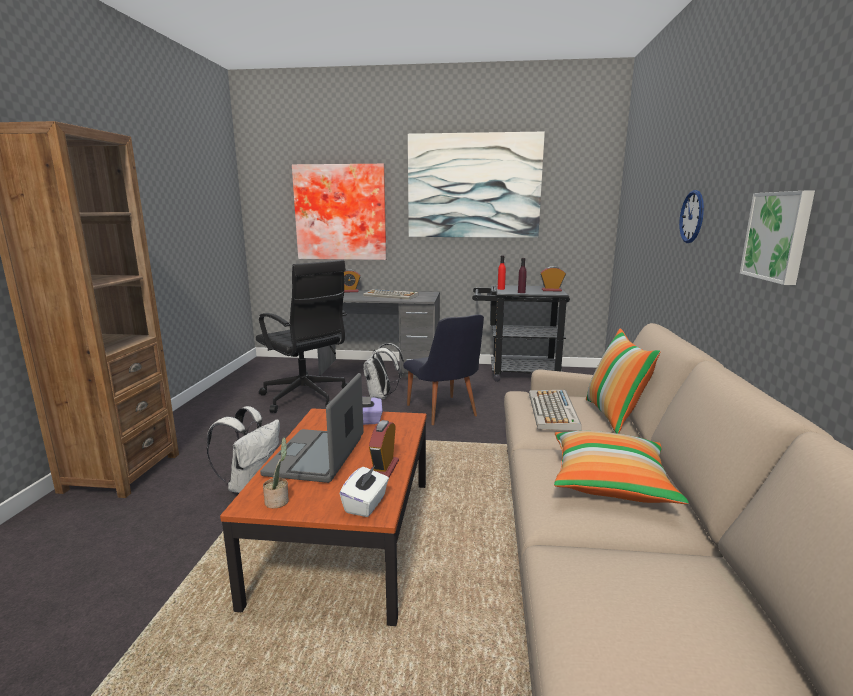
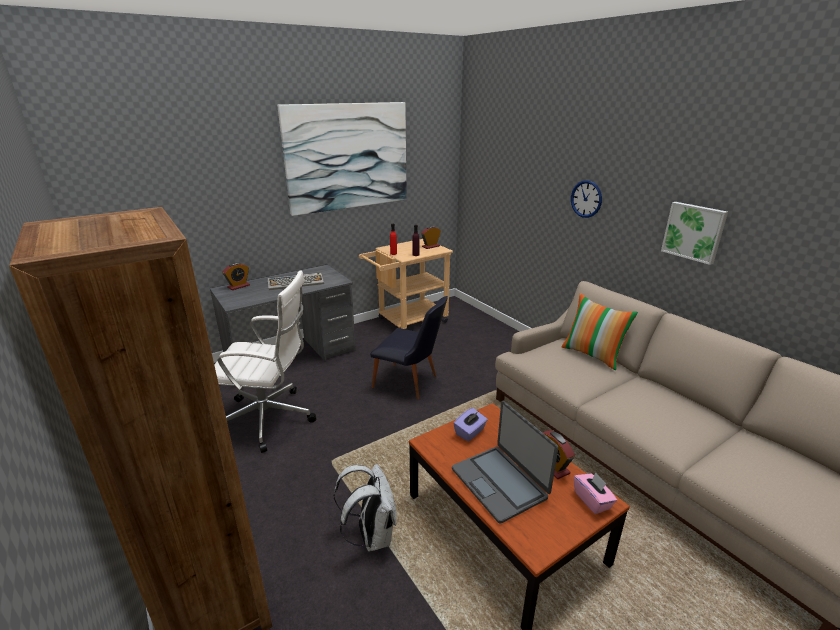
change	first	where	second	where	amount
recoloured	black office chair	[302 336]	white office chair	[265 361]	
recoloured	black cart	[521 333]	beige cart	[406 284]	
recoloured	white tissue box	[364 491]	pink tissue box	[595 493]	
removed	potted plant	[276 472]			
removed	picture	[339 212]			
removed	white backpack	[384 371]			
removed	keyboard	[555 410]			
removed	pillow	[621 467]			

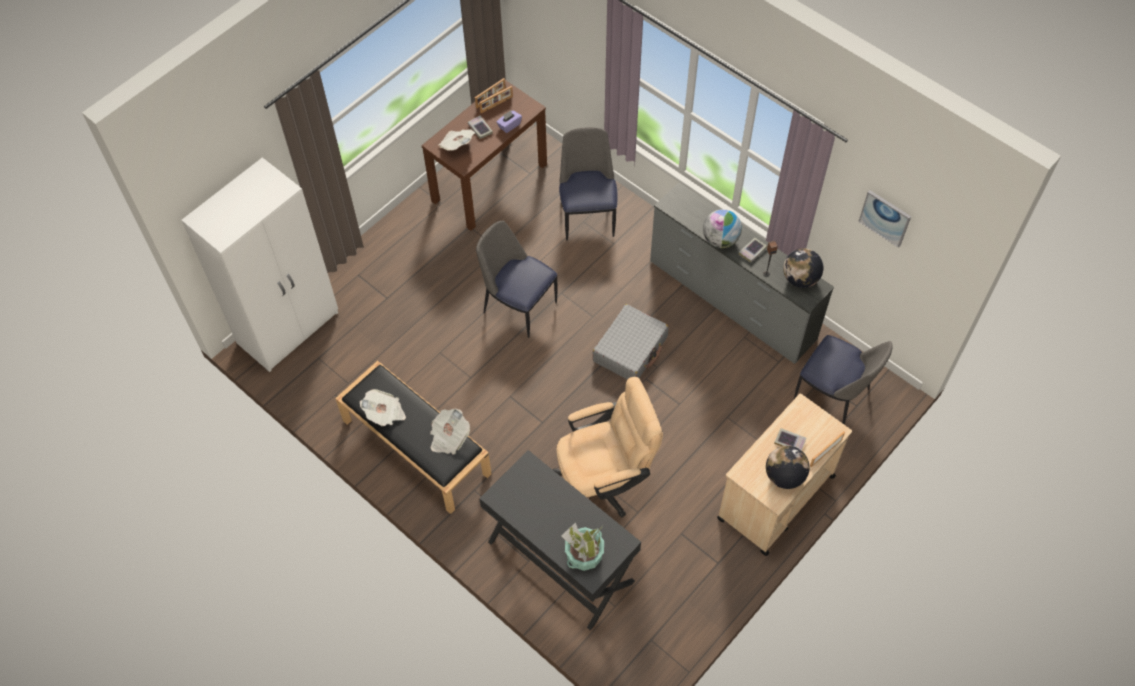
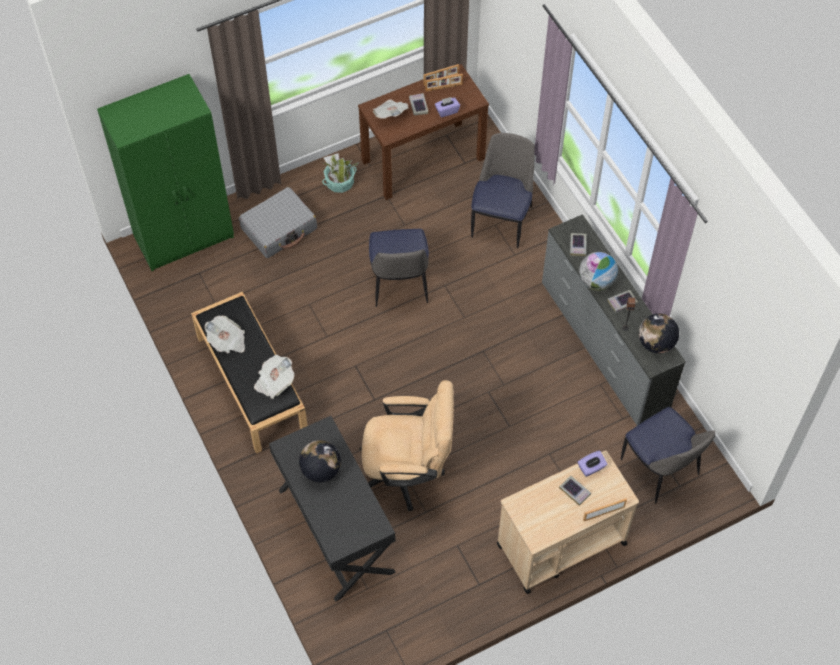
change	first	where	second	where	amount
recoloured	white wardrobe	[259 264]	green wardrobe	[165 172]	
moved	grey suitcase	[631 342]		[278 222]	
moved	globe	[788 467]		[320 461]	
moved	potted plant	[582 546]		[340 173]	
turned	chair	[517 279]		[399 268]	150 degrees counterclockwise
added			book	[578 244]	
added			purple tissue box	[592 463]	
removed	picture	[884 219]			

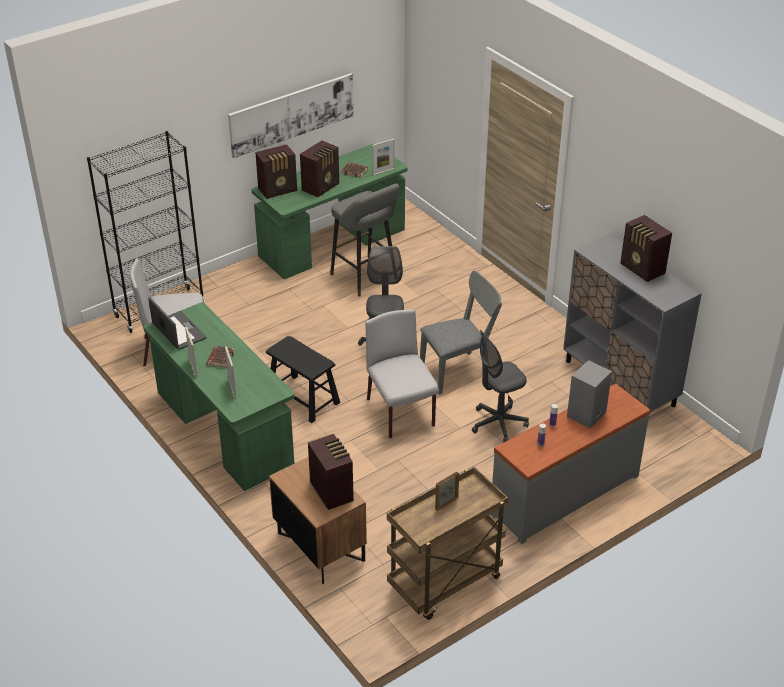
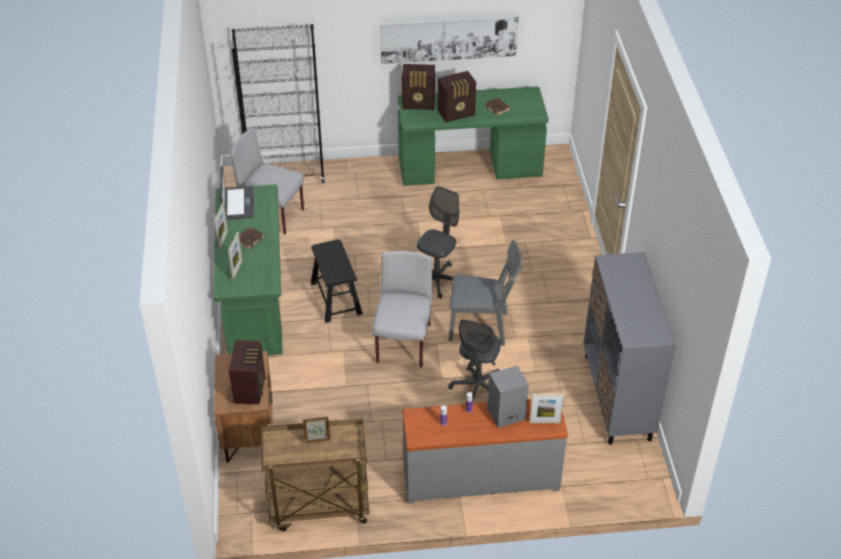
change	first	where	second	where	amount
turned	grey office chair	[500 386]		[474 359]	75 degrees counterclockwise
moved	picture frame	[383 157]		[546 408]	
removed	grey stool	[365 240]			
removed	radio	[646 248]			

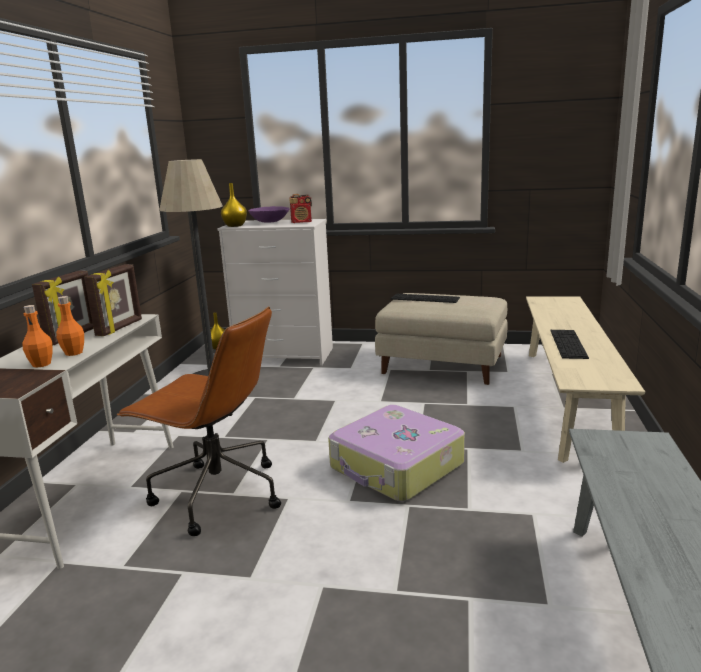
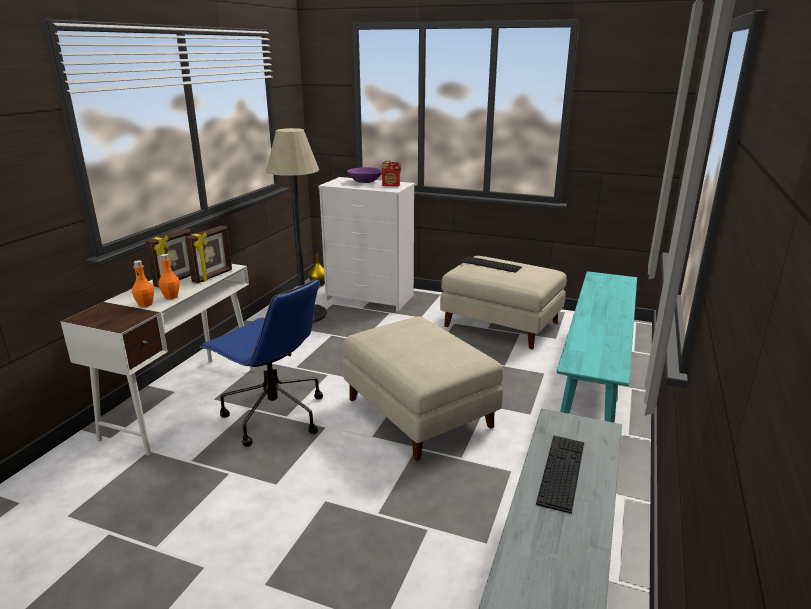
change	first	where	second	where	amount
recoloured	brown office chair	[199 421]	blue office chair	[261 362]	
replaced	suitcase	[396 453]	beige ottoman	[423 389]	
moved	keyboard	[570 344]		[560 475]	
recoloured	beige bench	[585 379]	turquoise bench	[597 347]	
removed	yellow vase	[234 205]			

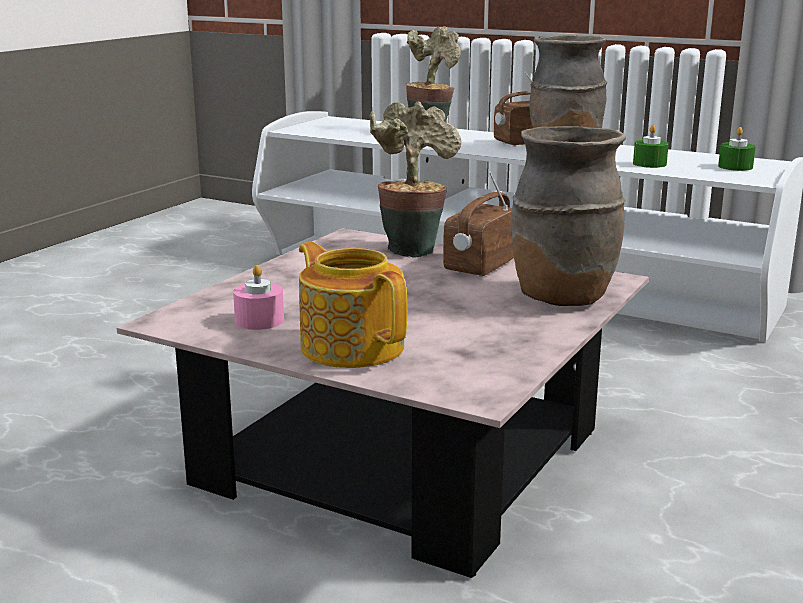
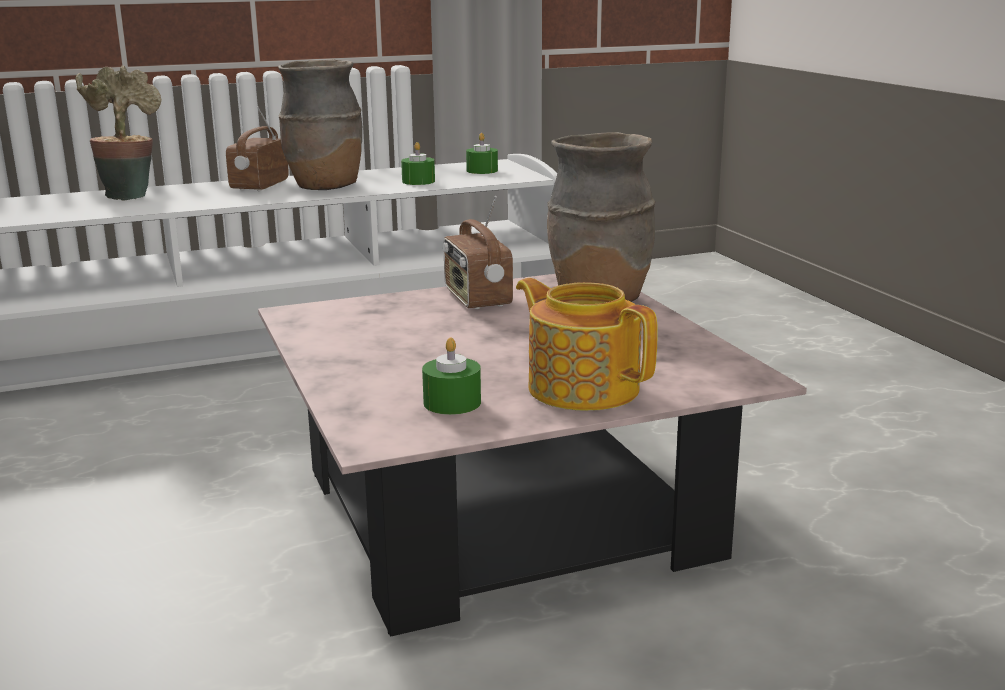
change	first	where	second	where	amount
recoloured	pink candle	[258 297]	green candle	[451 376]	
turned	teapot	[353 305]		[586 344]	45 degrees clockwise
removed	potted plant	[416 179]			

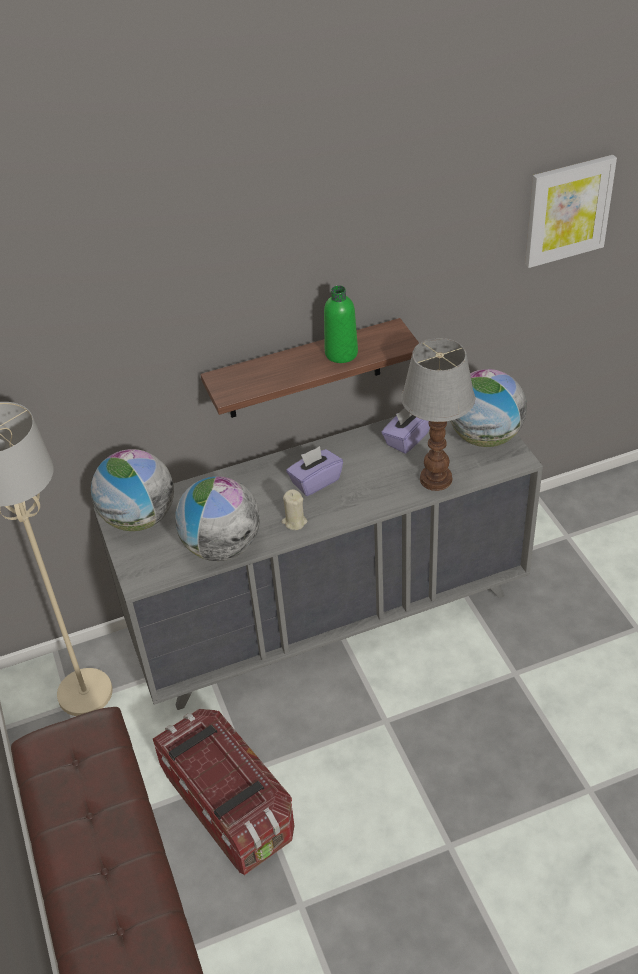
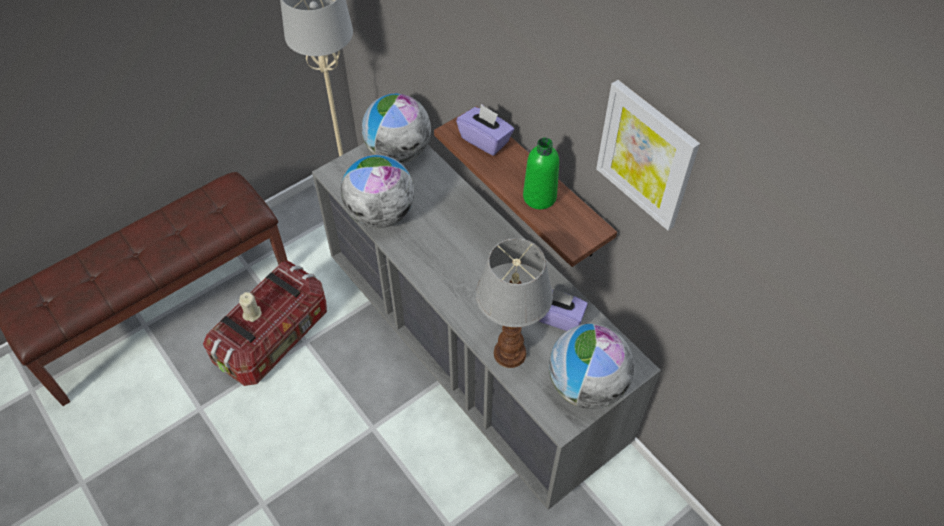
change	first	where	second	where	amount
moved	beige candle	[295 509]		[250 307]	
moved	purple tissue box	[314 471]		[485 130]	
moved	picture	[571 211]		[648 155]	

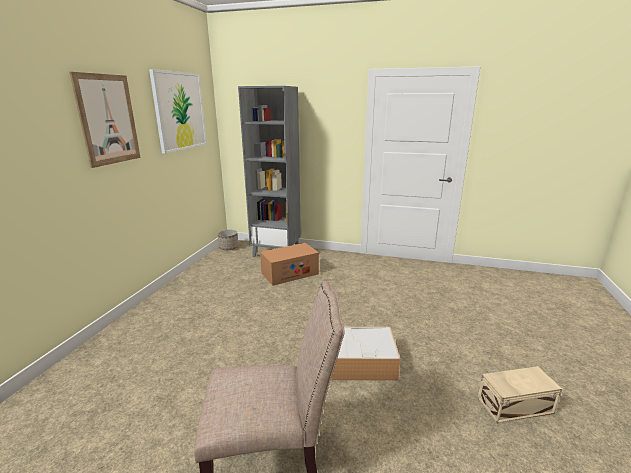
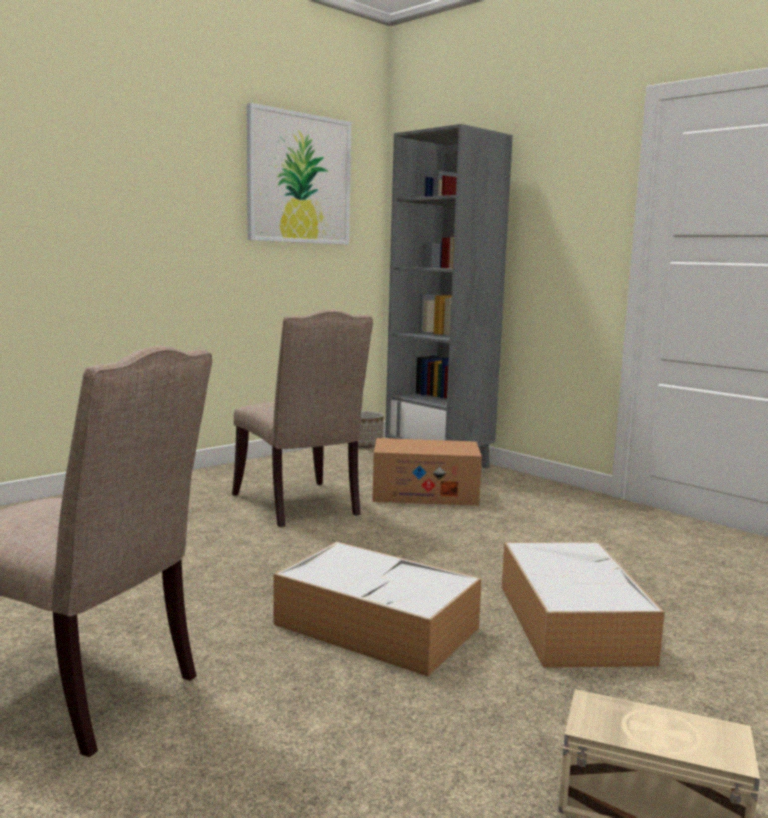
change	first	where	second	where	amount
added			beige chair	[302 418]	
added			storage box	[583 605]	
removed	picture	[105 120]			

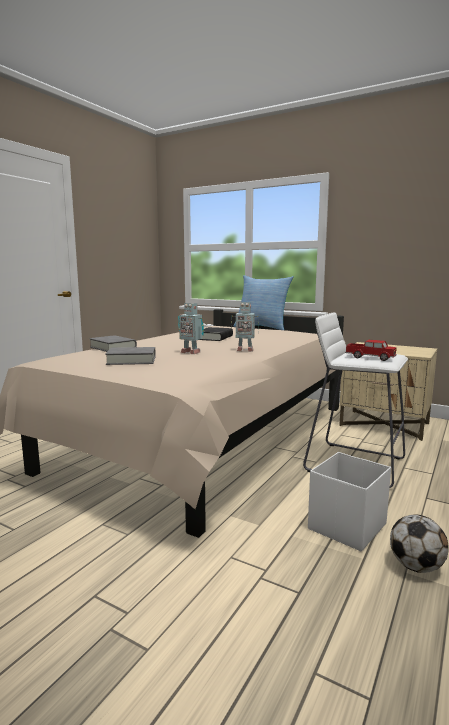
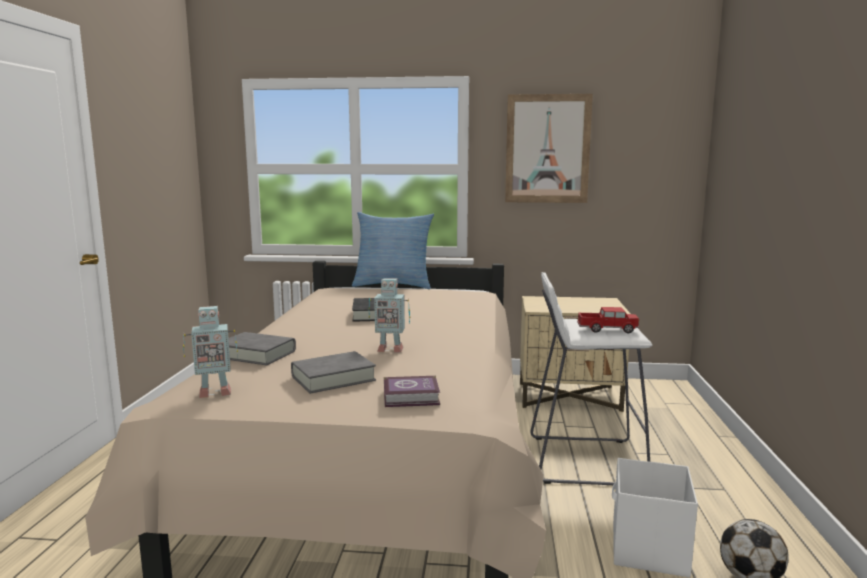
change	first	where	second	where	amount
moved	toy robot	[245 327]		[210 352]	
added			book	[412 391]	
added			picture	[549 148]	

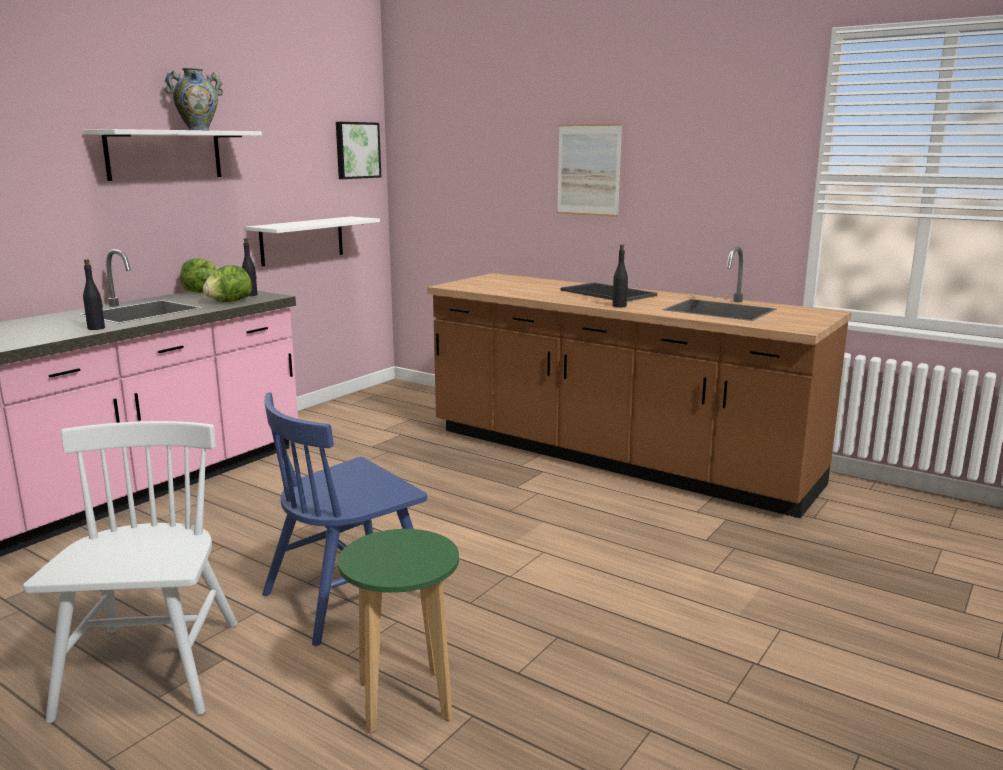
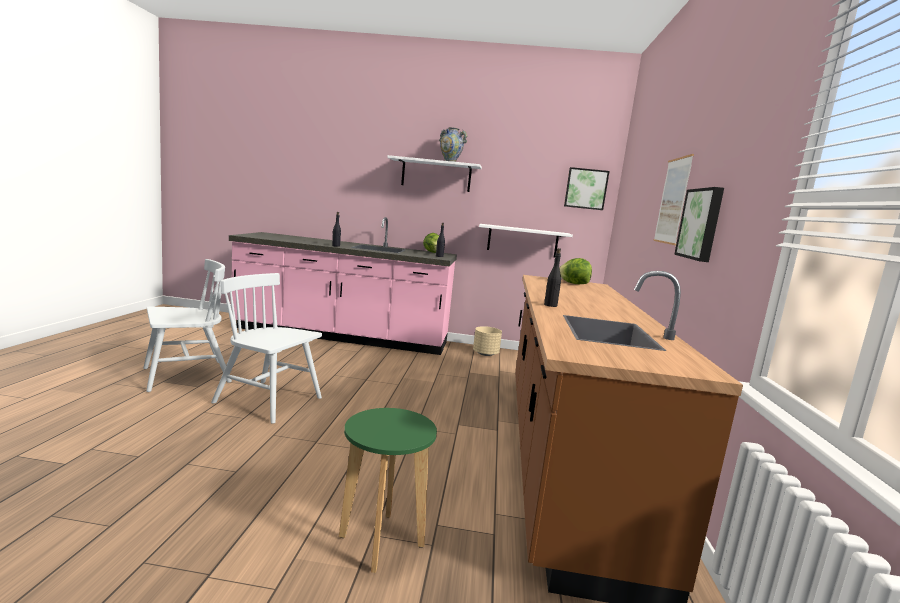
change	first	where	second	where	amount
recoloured	blue chair	[344 519]	white chair	[266 348]	
moved	green stool	[398 631]		[388 490]	
added			beige planter	[487 341]	
moved	lettuce	[227 283]		[575 271]	
added			picture	[699 224]	
removed	tray	[609 292]			

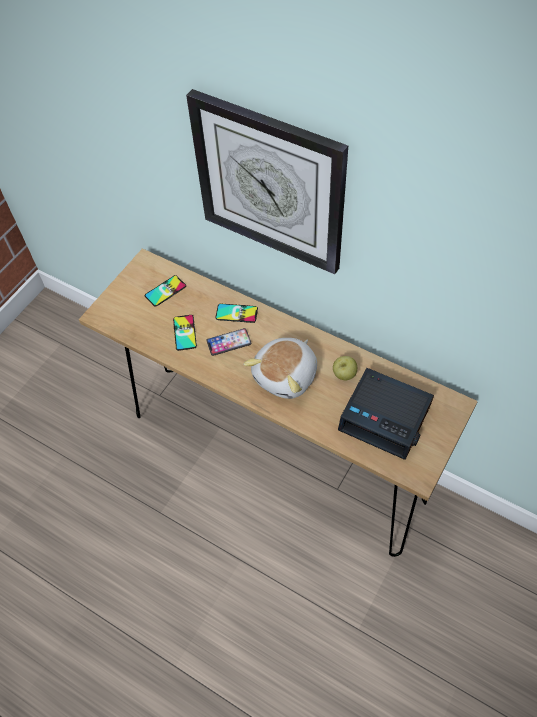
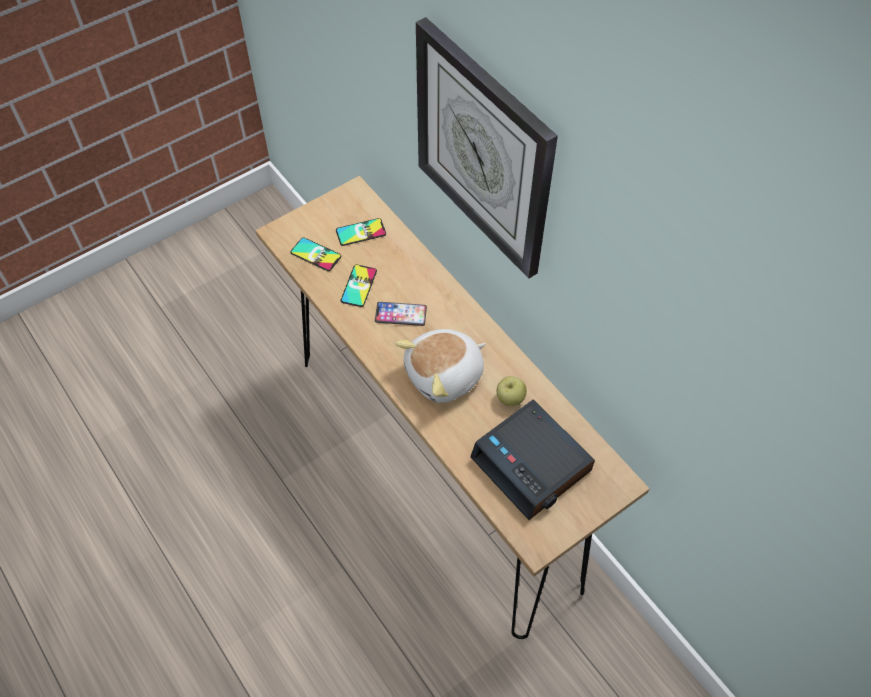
change	first	where	second	where	amount
moved	phone	[236 313]		[315 254]	

